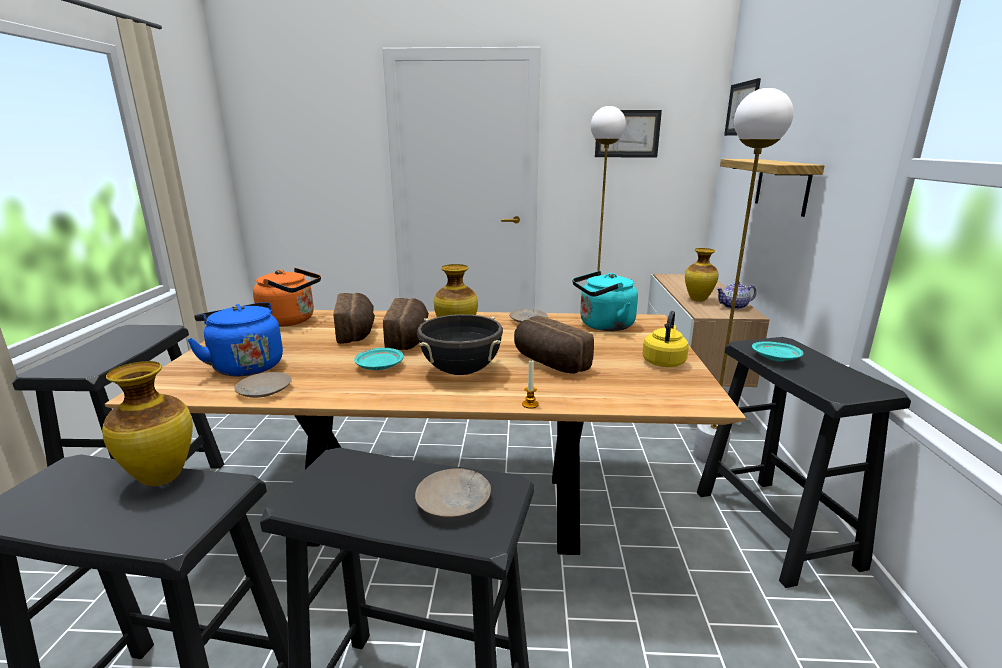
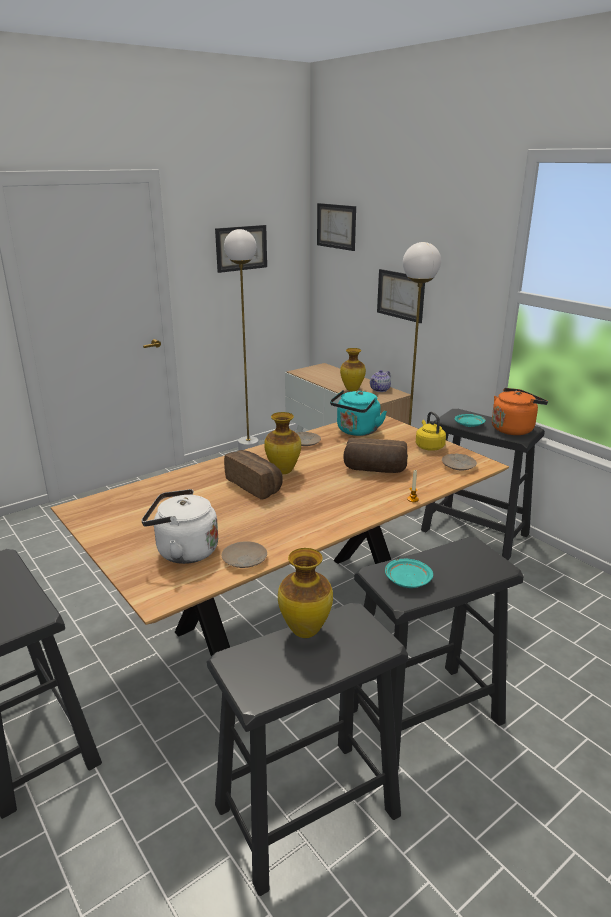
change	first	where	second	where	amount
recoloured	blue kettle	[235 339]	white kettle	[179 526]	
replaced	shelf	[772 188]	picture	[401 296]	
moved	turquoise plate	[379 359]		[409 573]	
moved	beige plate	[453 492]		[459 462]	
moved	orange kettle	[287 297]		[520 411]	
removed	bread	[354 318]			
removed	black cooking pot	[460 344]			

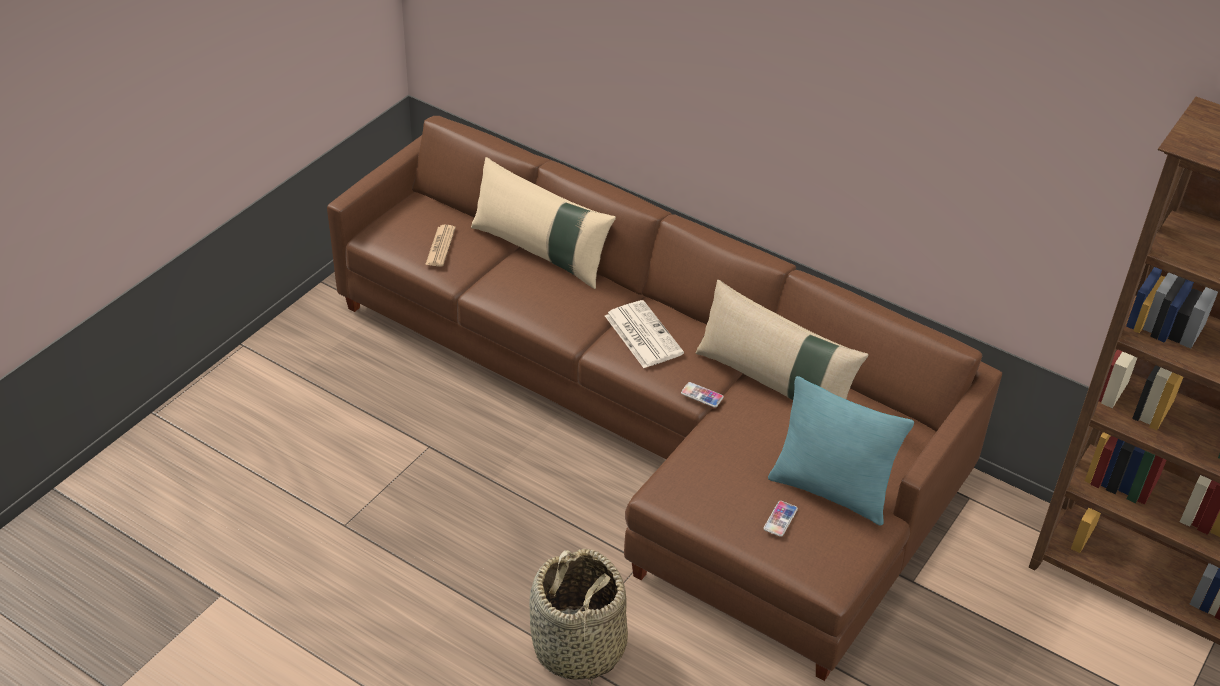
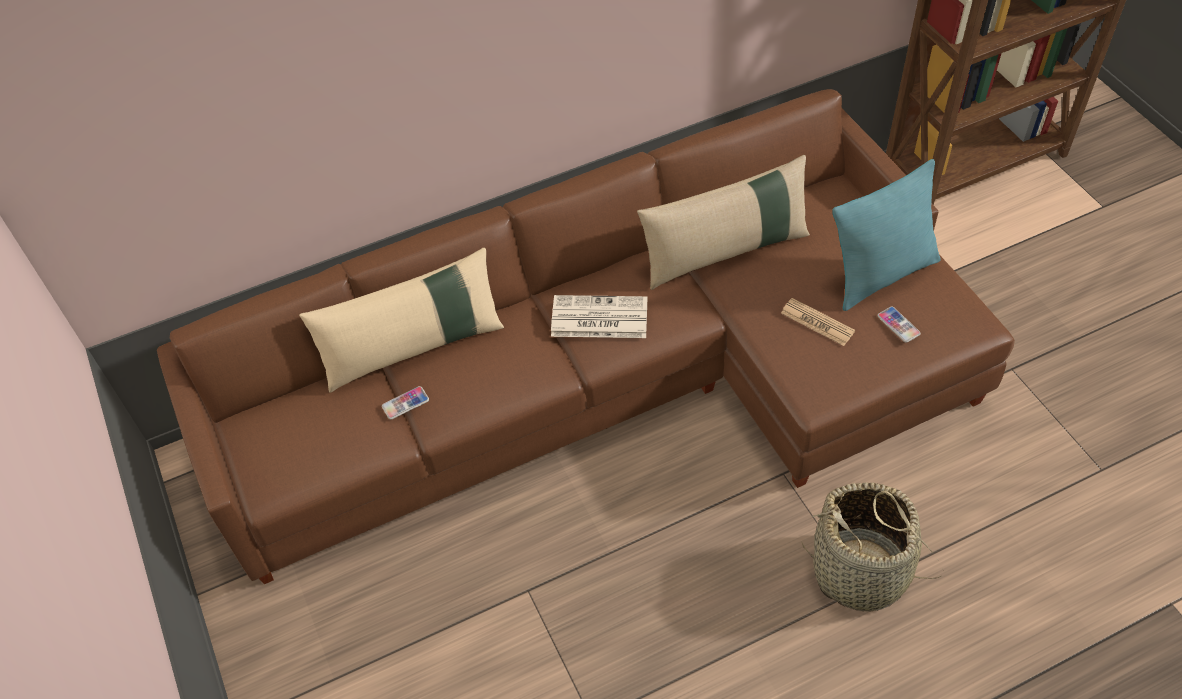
change	first	where	second	where	amount
moved	phone	[702 394]		[405 403]	
moved	newspaper	[440 246]		[818 322]	

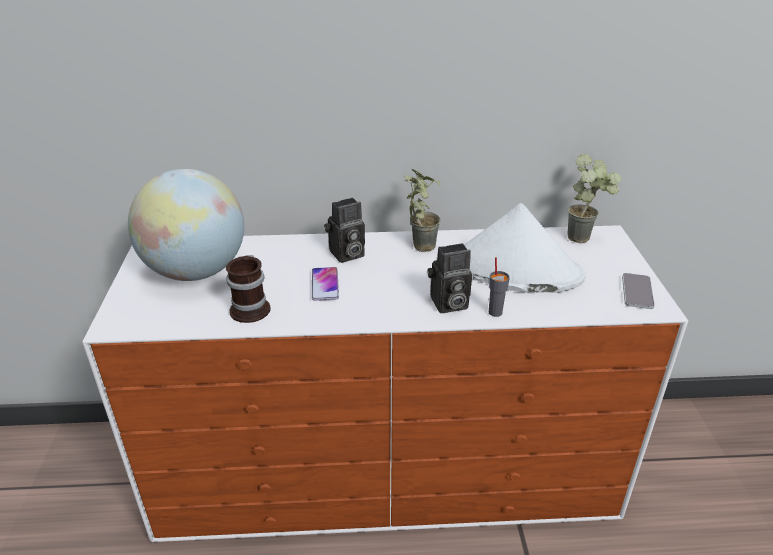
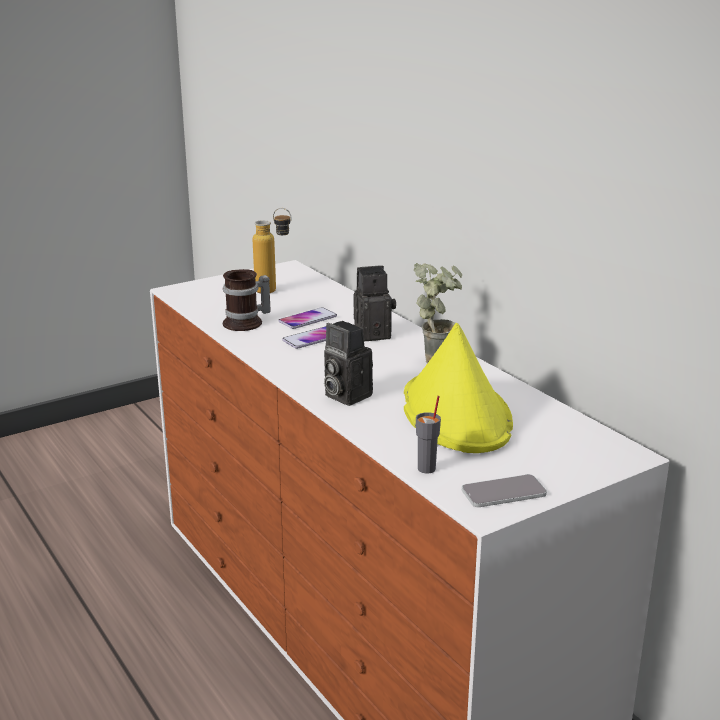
change	first	where	second	where	amount
replaced	globe	[186 225]	bottle	[272 250]	
added			phone	[307 318]	
turned	photo camera	[344 230]		[375 303]	135 degrees clockwise
recoloured	white hat	[525 248]	yellow hat	[458 388]	
moved	grey cup	[499 287]		[428 435]	
removed	potted plant	[594 198]			

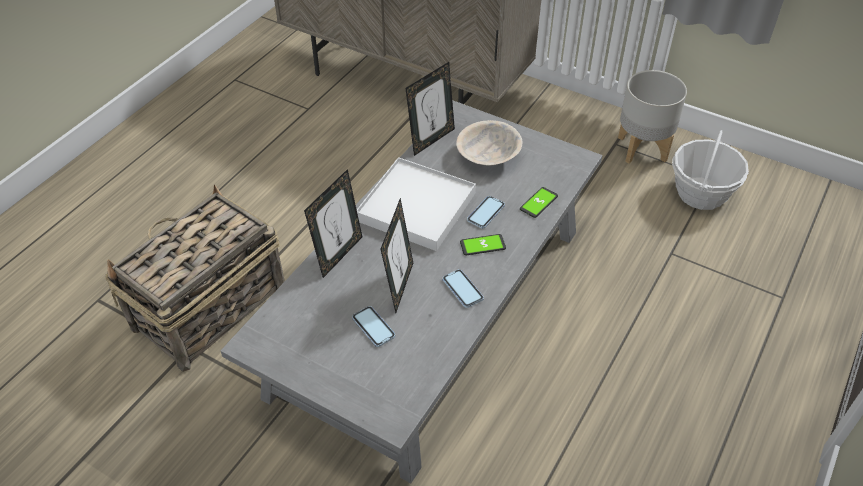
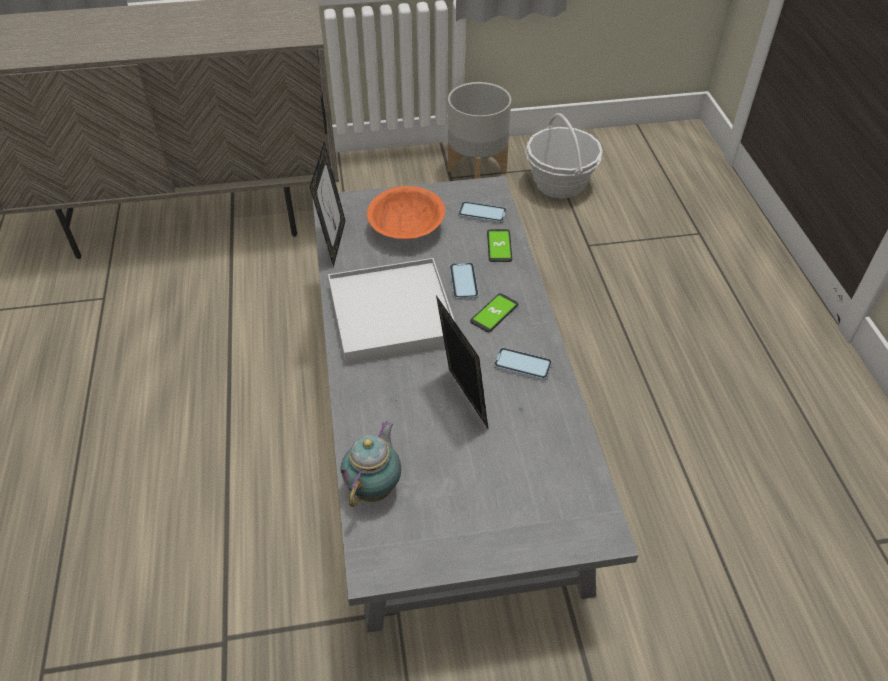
change	first	where	second	where	amount
added			teapot	[370 464]	
recoloured	beige bowl	[489 143]	orange bowl	[406 212]	
moved	phone	[373 326]		[482 212]	
removed	basket	[195 278]			
removed	picture frame	[333 223]			

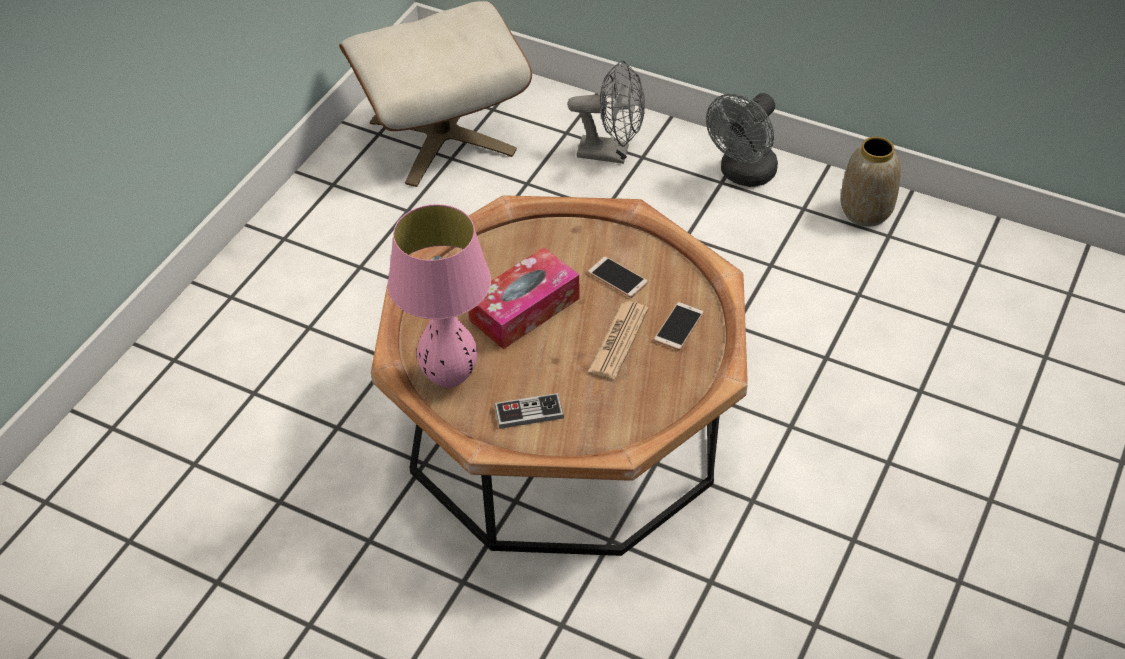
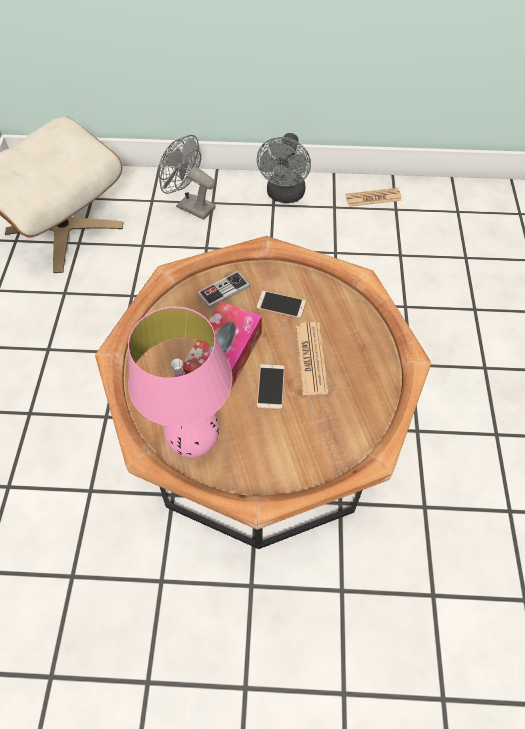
change	first	where	second	where	amount
turned	grey fan	[606 112]		[187 177]	135 degrees counterclockwise
moved	game controller	[529 411]		[223 290]	
moved	phone	[679 326]		[270 387]	
replaced	vase	[871 182]	newspaper	[373 197]	

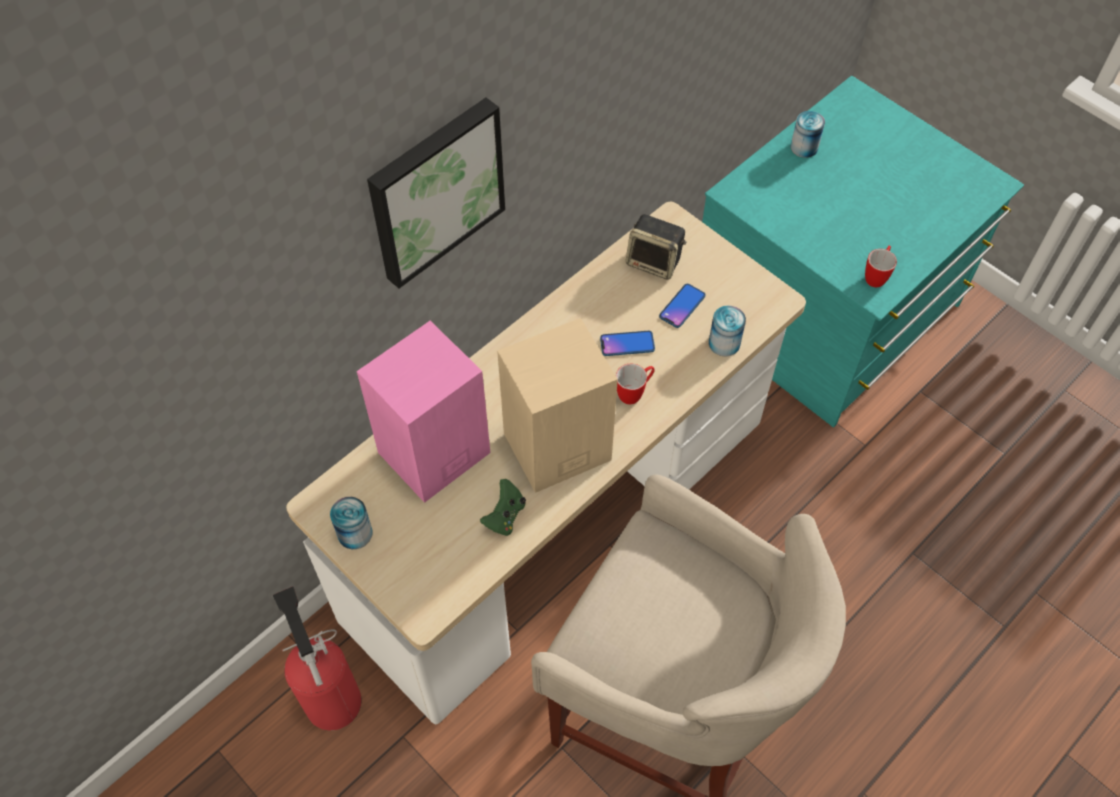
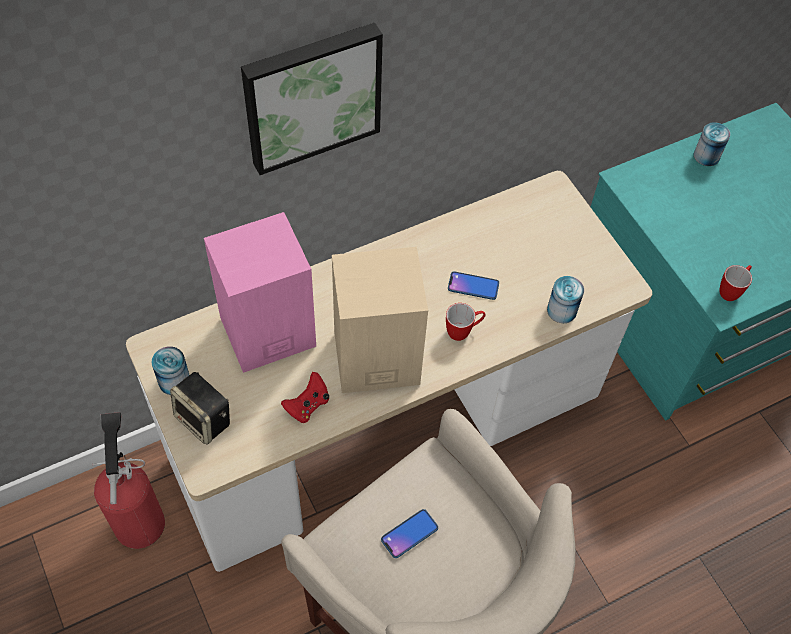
change	first	where	second	where	amount
moved	speaker	[656 247]		[200 408]	
recoloured	green game controller	[503 507]	red game controller	[305 397]	
moved	phone	[682 306]		[409 533]	

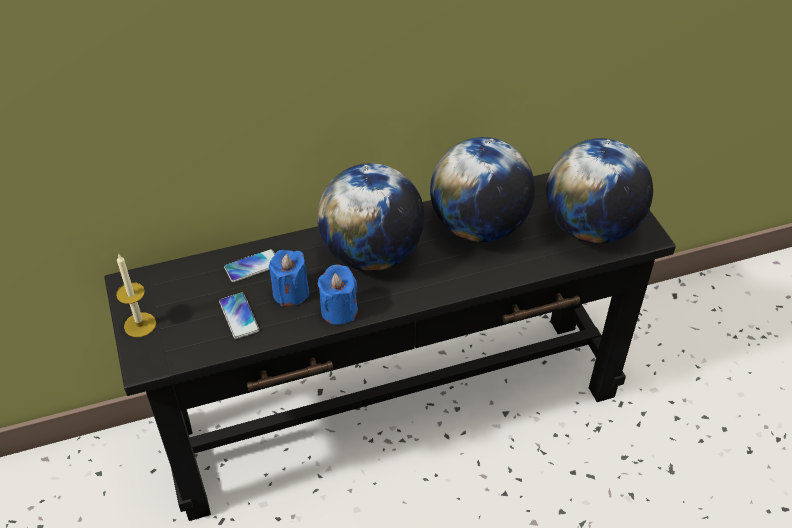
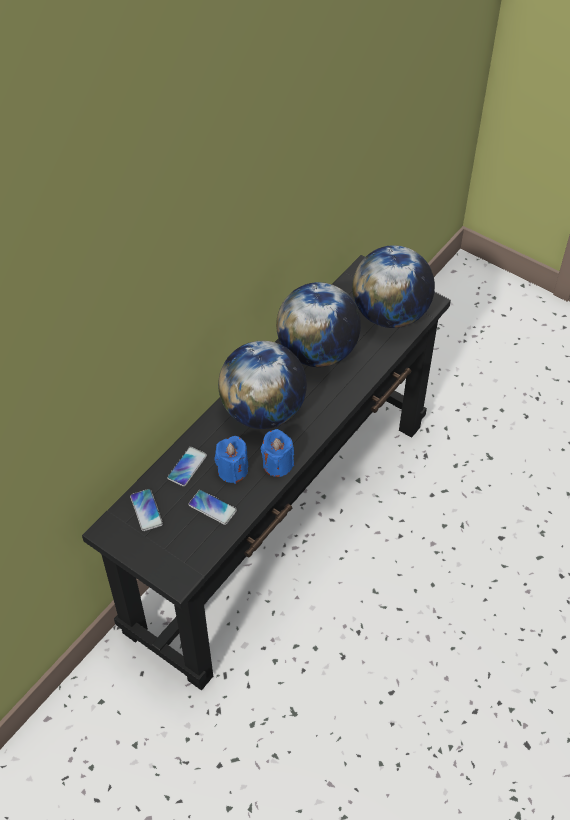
change	first	where	second	where	amount
added			phone	[146 510]	
removed	candle	[136 295]			

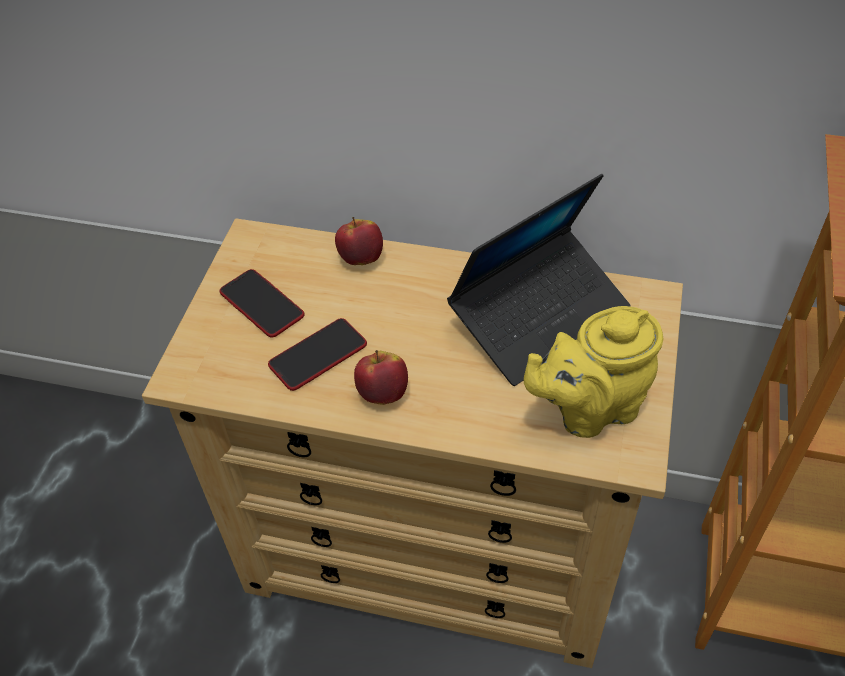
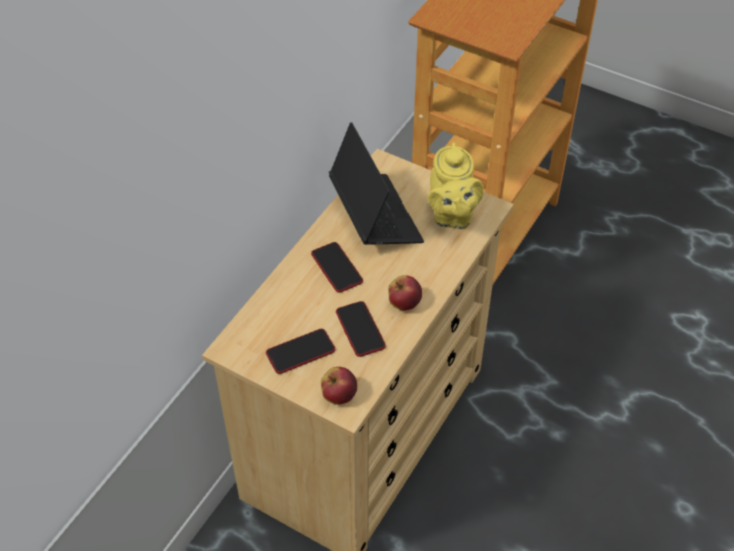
change	first	where	second	where	amount
added			phone	[337 267]	
moved	apple	[359 241]		[339 386]	

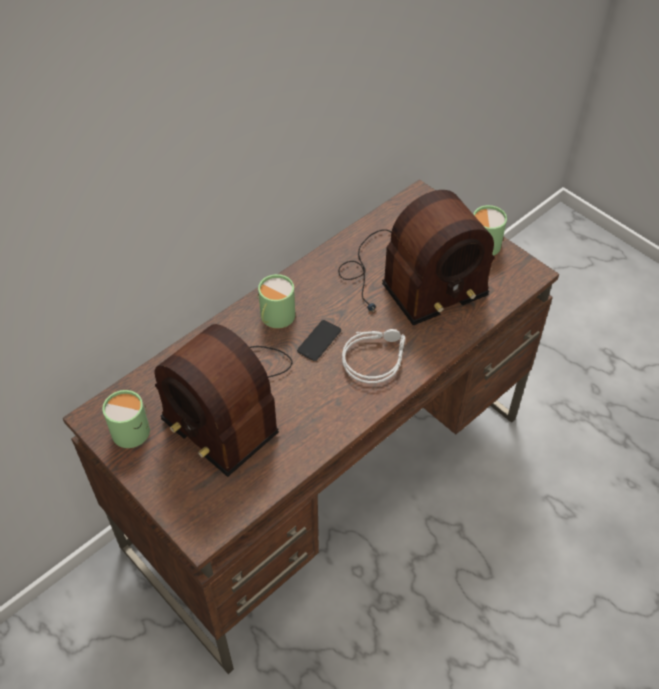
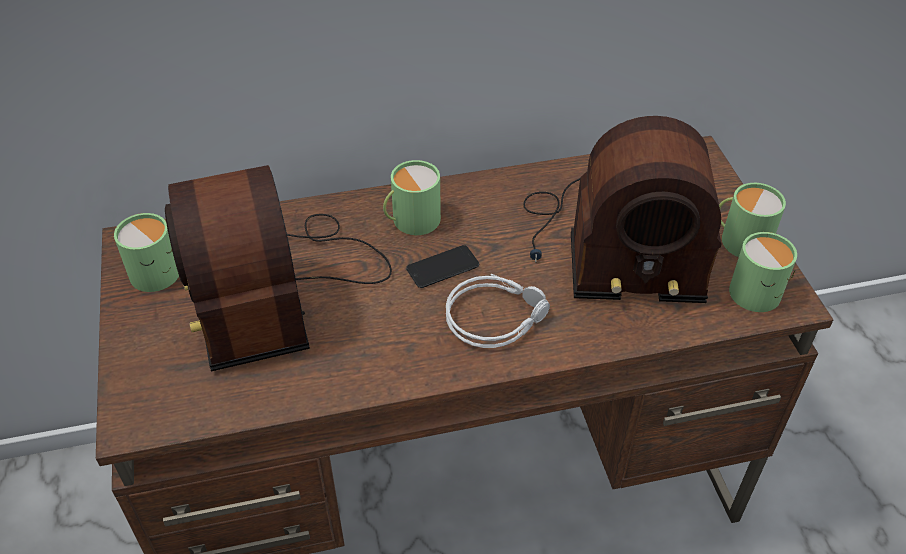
change	first	where	second	where	amount
added			green mug	[763 272]	

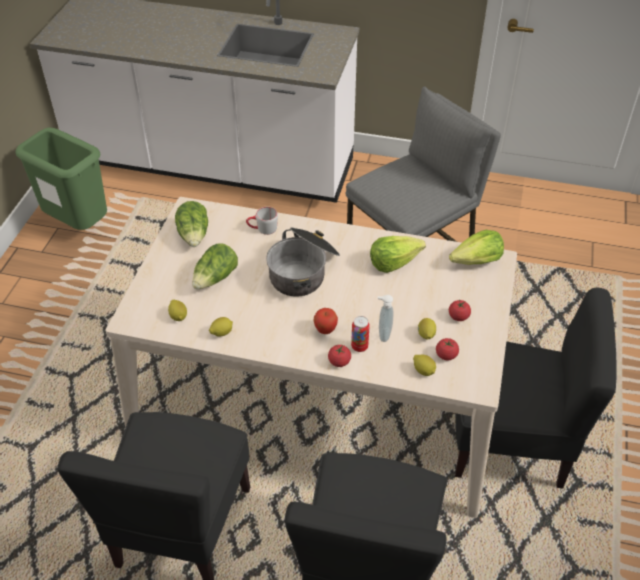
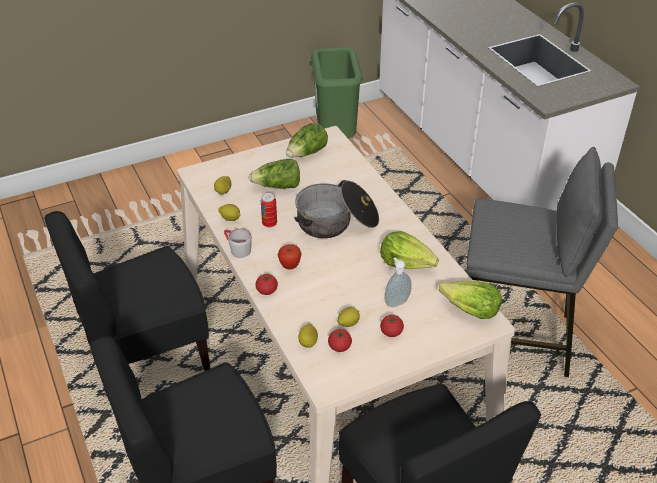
change	first	where	second	where	amount
moved	grey mug	[262 221]		[238 243]	
moved	can	[360 334]		[269 210]	
moved	soap dispenser	[386 318]		[398 282]	

